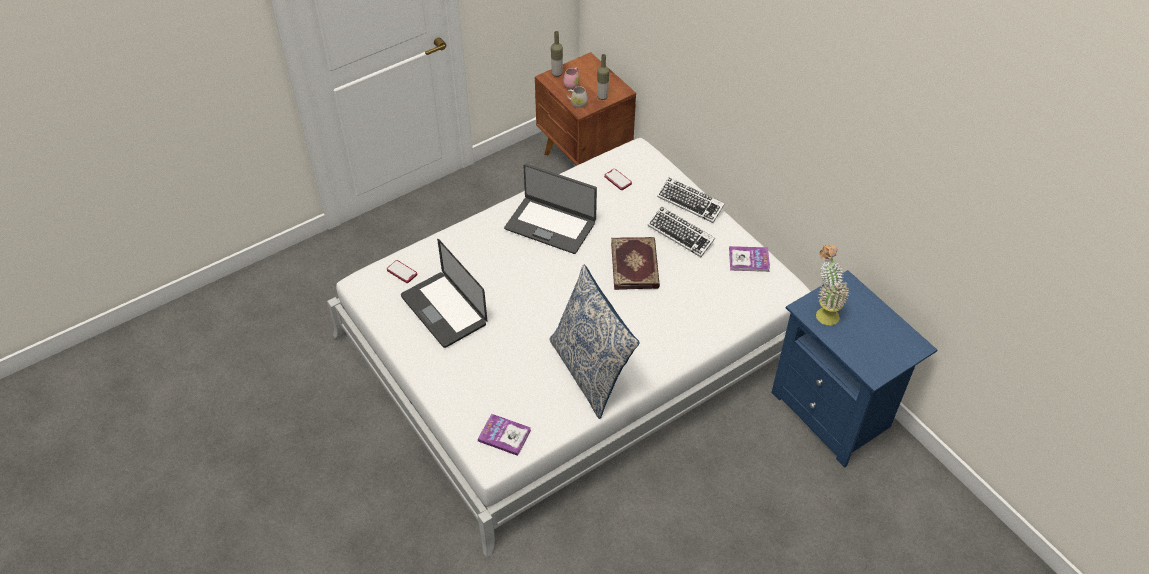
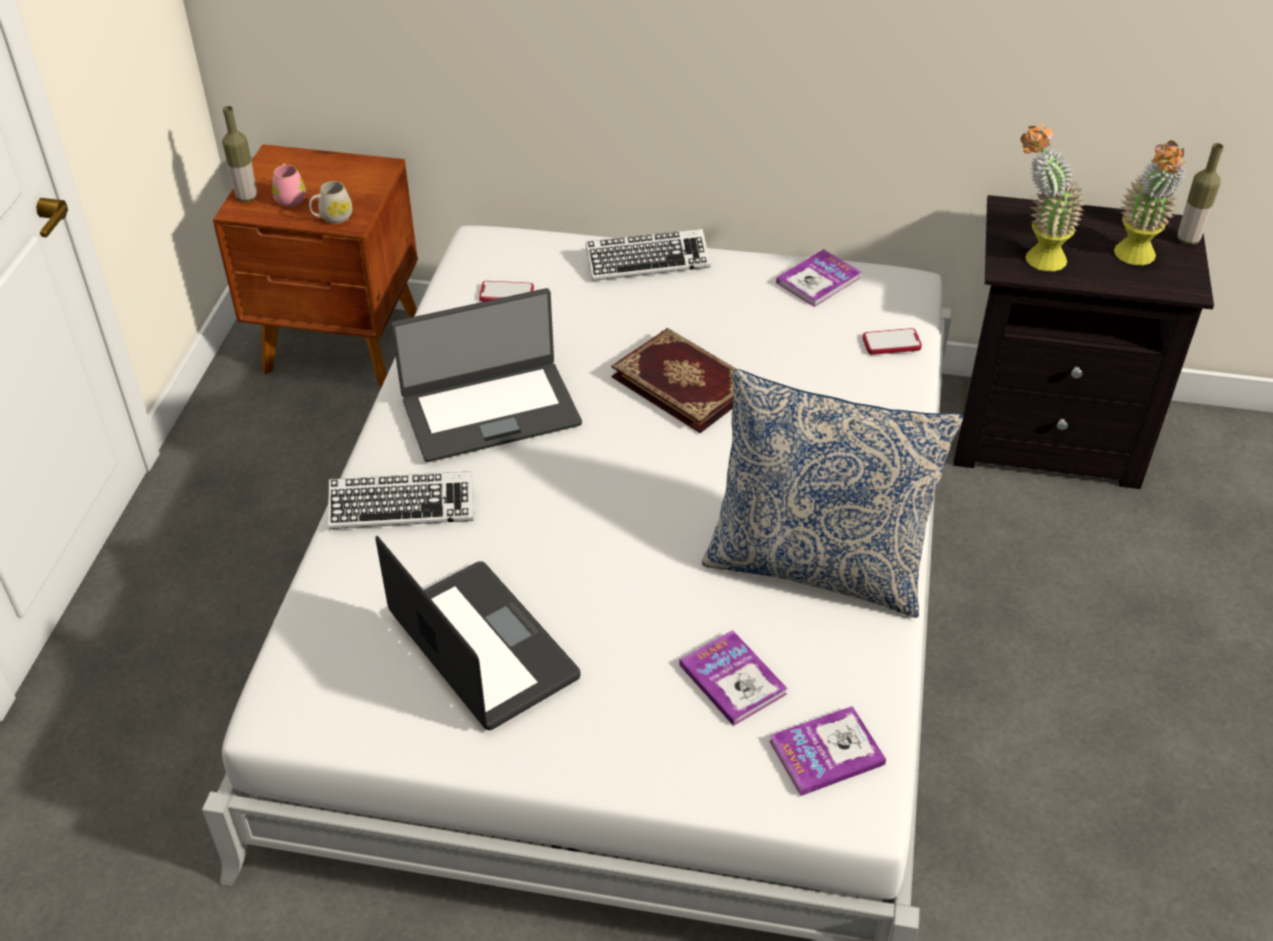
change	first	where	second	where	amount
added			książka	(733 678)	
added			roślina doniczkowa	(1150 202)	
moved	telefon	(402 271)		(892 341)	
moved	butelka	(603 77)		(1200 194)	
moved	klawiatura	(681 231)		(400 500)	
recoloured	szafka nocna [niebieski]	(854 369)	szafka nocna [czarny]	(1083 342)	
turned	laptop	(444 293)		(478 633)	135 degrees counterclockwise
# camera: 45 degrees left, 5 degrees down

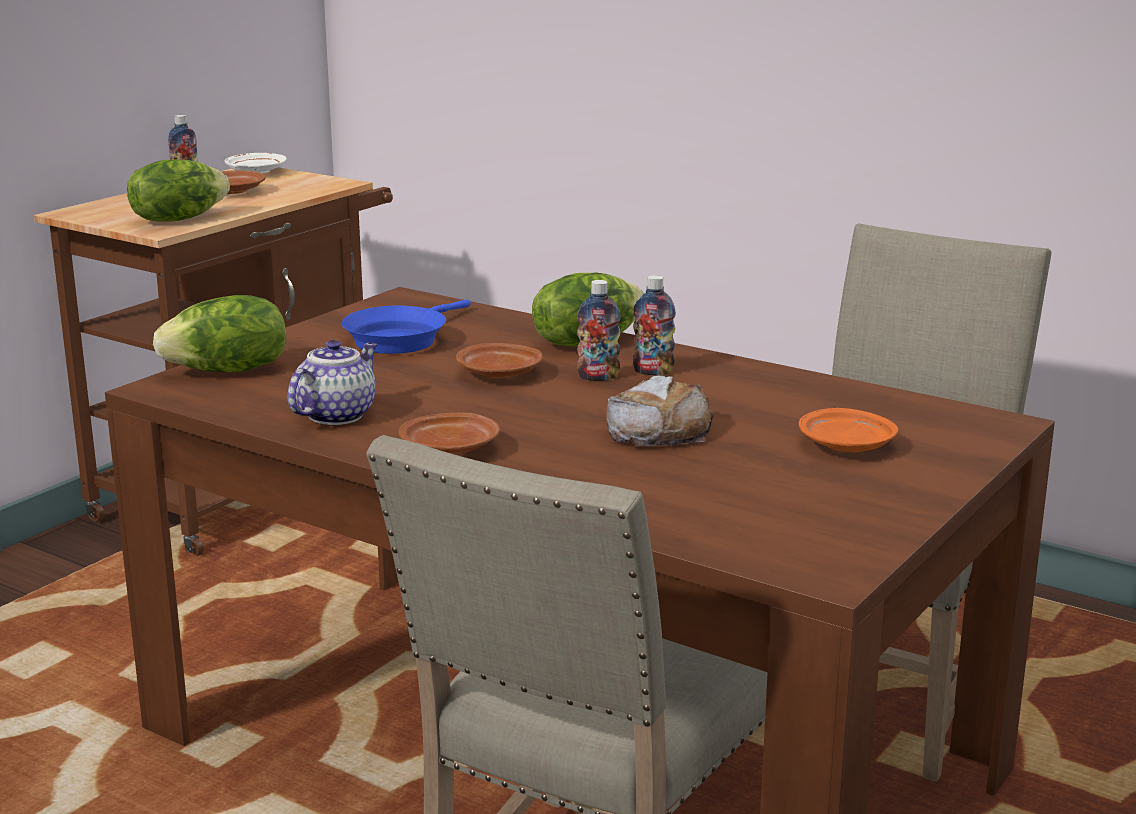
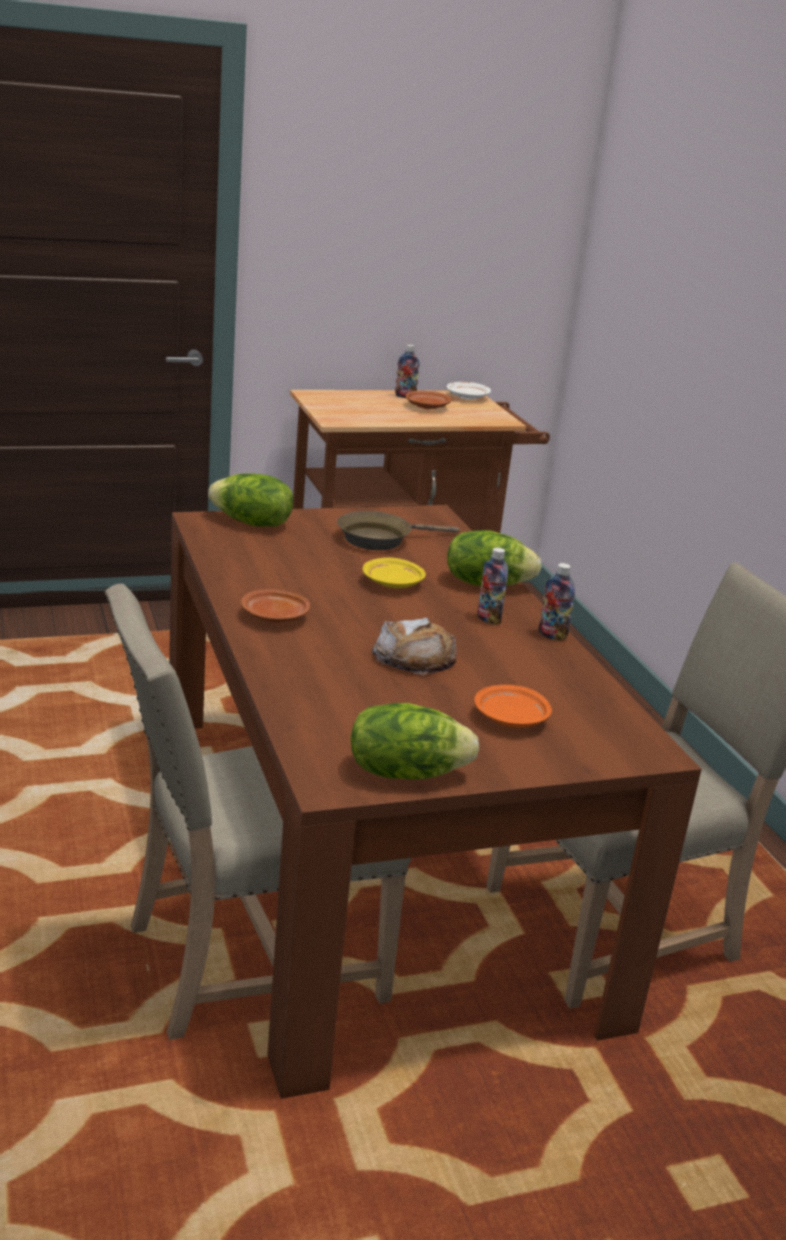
change	first	where	second	where	amount
removed	imbryk	(332 382)			
moved	sałata	(178 190)		(414 741)	
moved	butelka	(599 330)		(557 602)	
recoloured	patelnia [niebieski]	(406 326)	patelnia [brązowy]	(398 530)	
recoloured	talerz [brązowy]	(499 361)	talerz [żółty]	(394 573)	
# camera: 35 degrees right, 5 degrees up

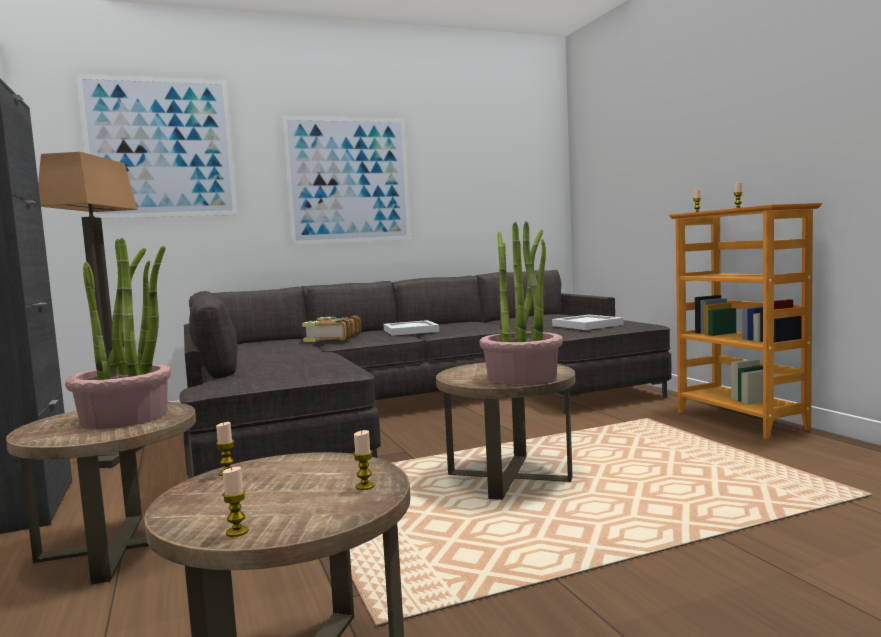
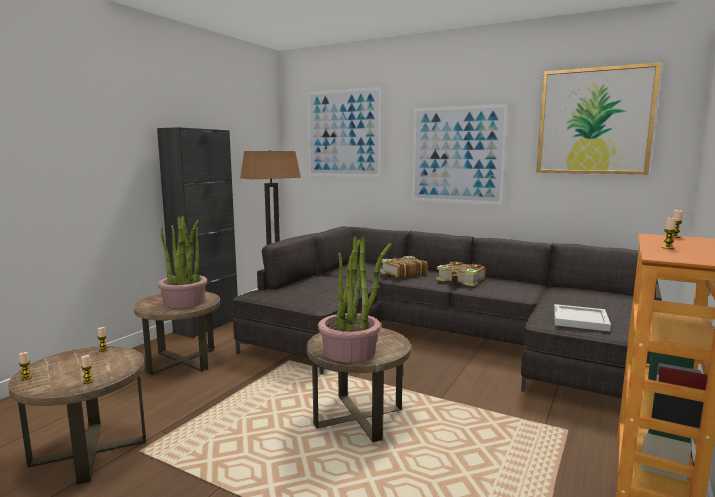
change	first	where	second	where	amount
added			obraz	(599 118)	
replaced	taca [biały]	(411 328)	książka	(461 273)	
# camera: 50 degrees right, 5 degrees up

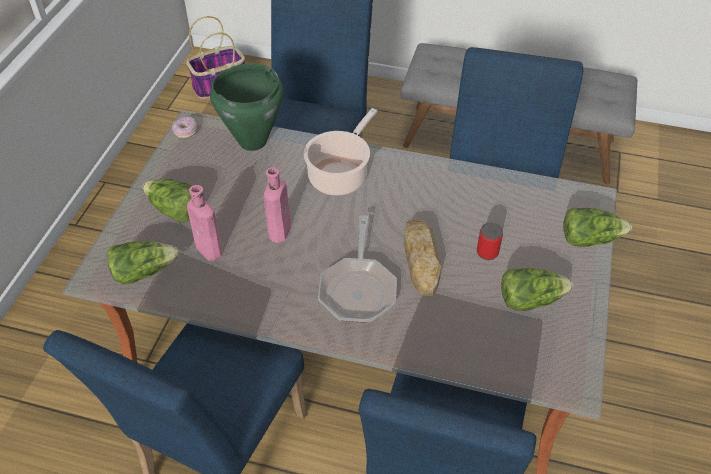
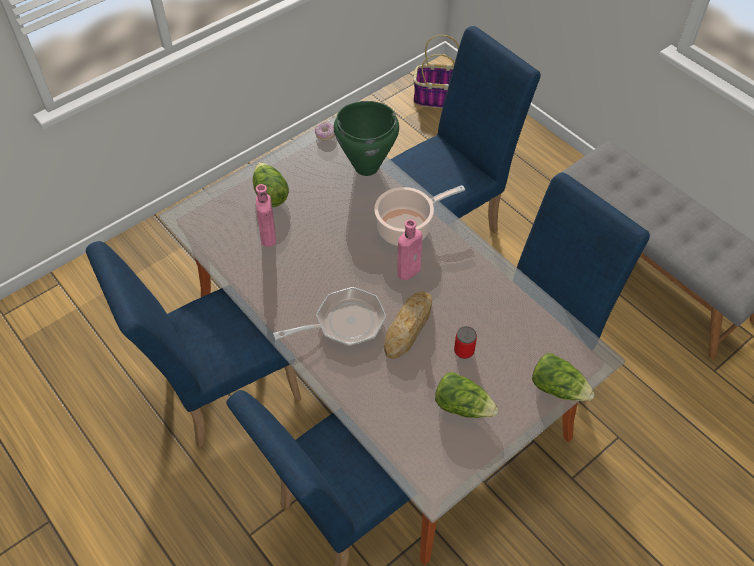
change	first	where	second	where	amount
removed	sałata	(143 262)			
moved	butelka [różowy]	(277 205)		(409 249)	
turned	patelnia	(357 268)		(329 316)	150 degrees counterclockwise
# camera: 35 degrees right, 5 degrees up

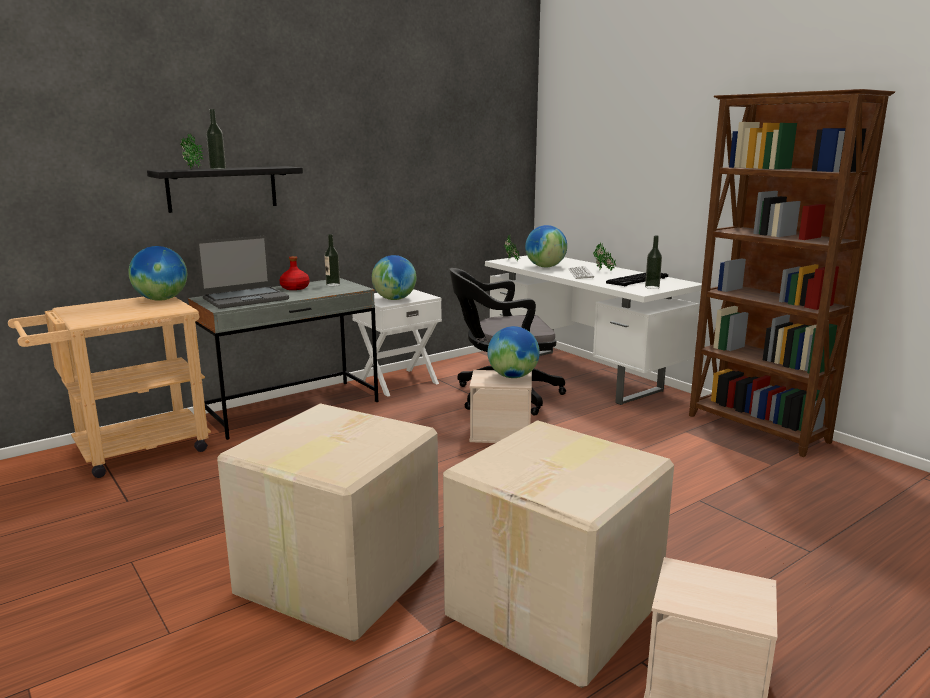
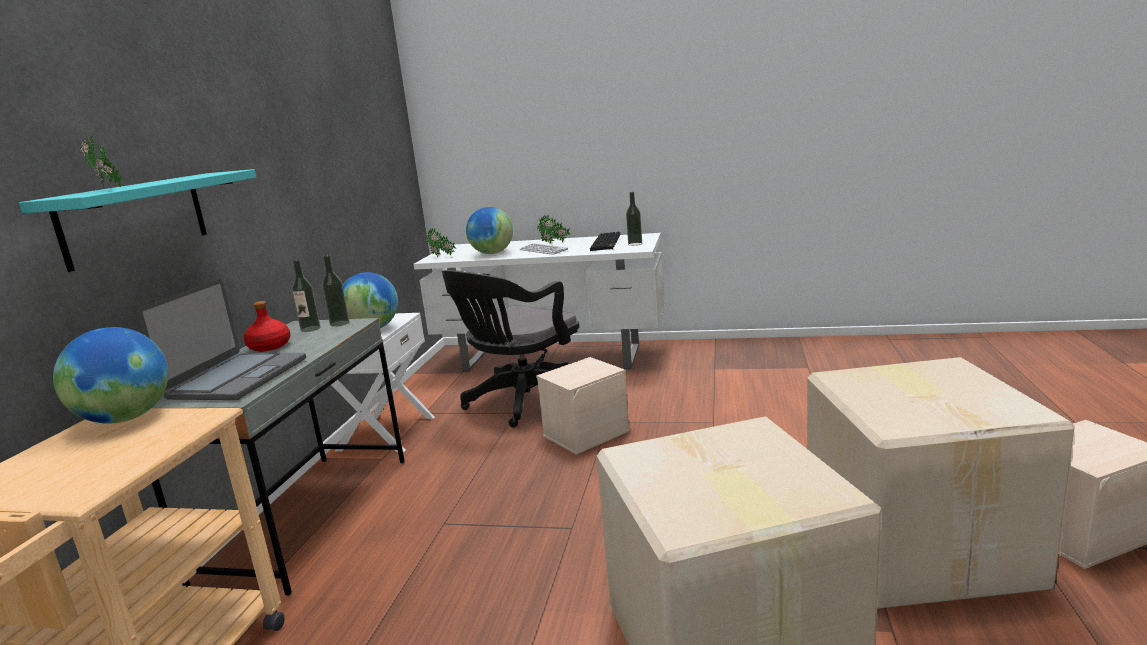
change	first	where	second	where	amount
removed	globus	(514 352)			
removed	regał [brązowy]	(792 273)			
moved	butelka	(216 139)		(335 291)	
recoloured	półka [czarny]	(225 189)	półka [turkusowy]	(137 220)	
# camera: 40 degrees left, 0 degrees up

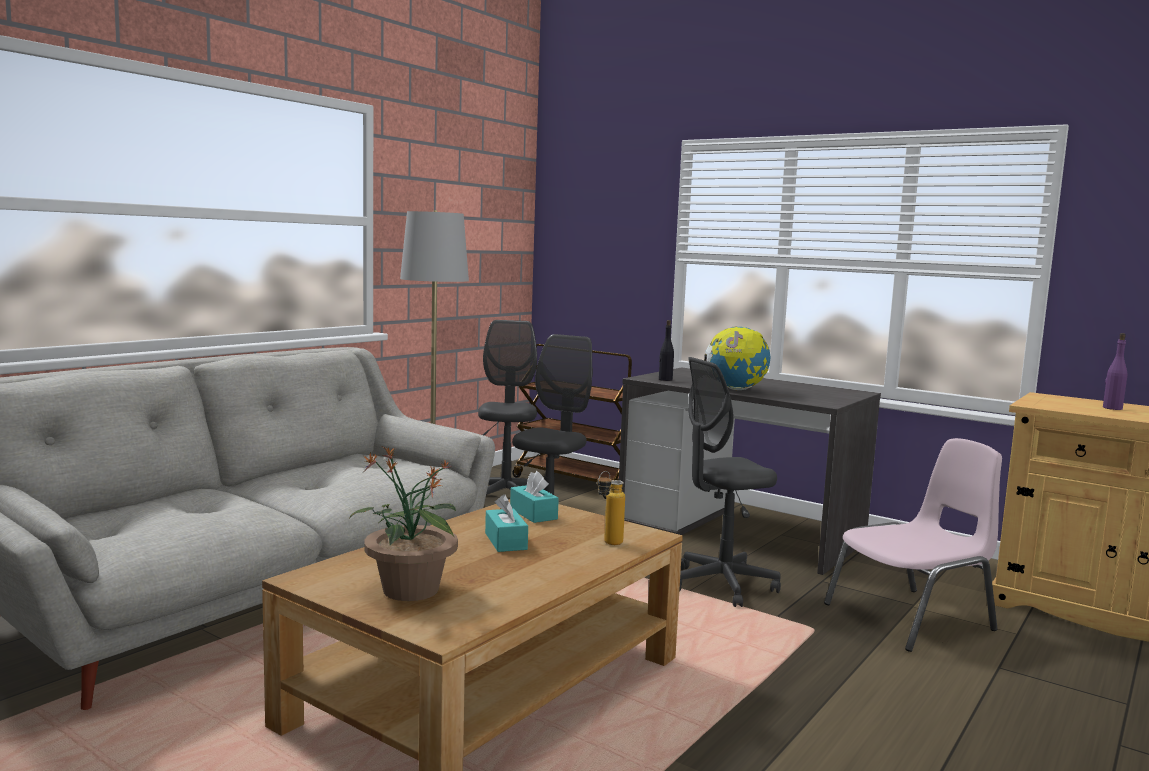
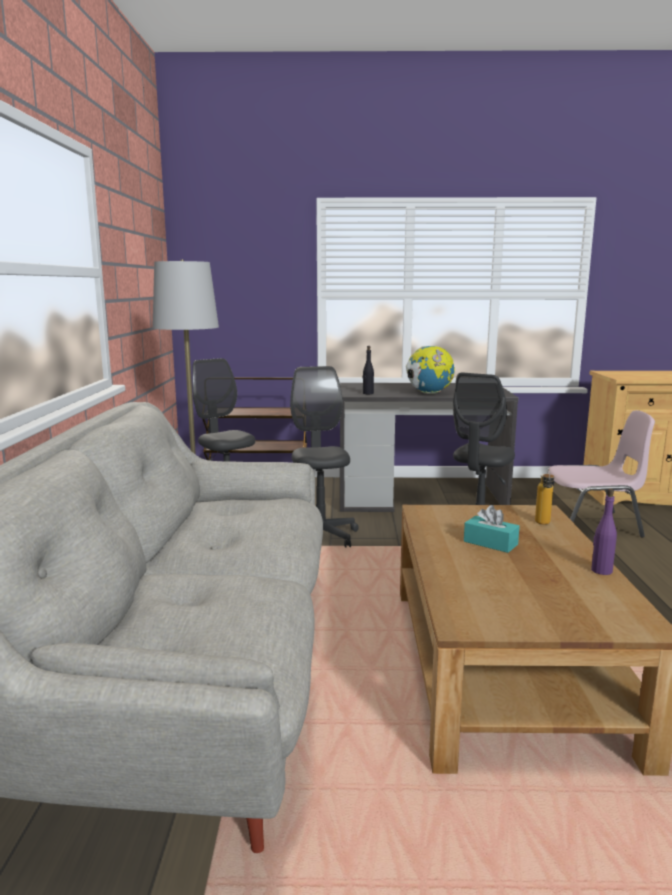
change	first	where	second	where	amount
removed	roślina doniczkowa	(403 524)			
removed	pudełko chusteczek [turkusowy]	(534 497)			
moved	butelka [fioletowy]	(1115 371)		(604 532)	
turned	krzesło [różowy]	(913 545)		(601 474)	60 degrees clockwise
# camera: 35 degrees left, 5 degrees up

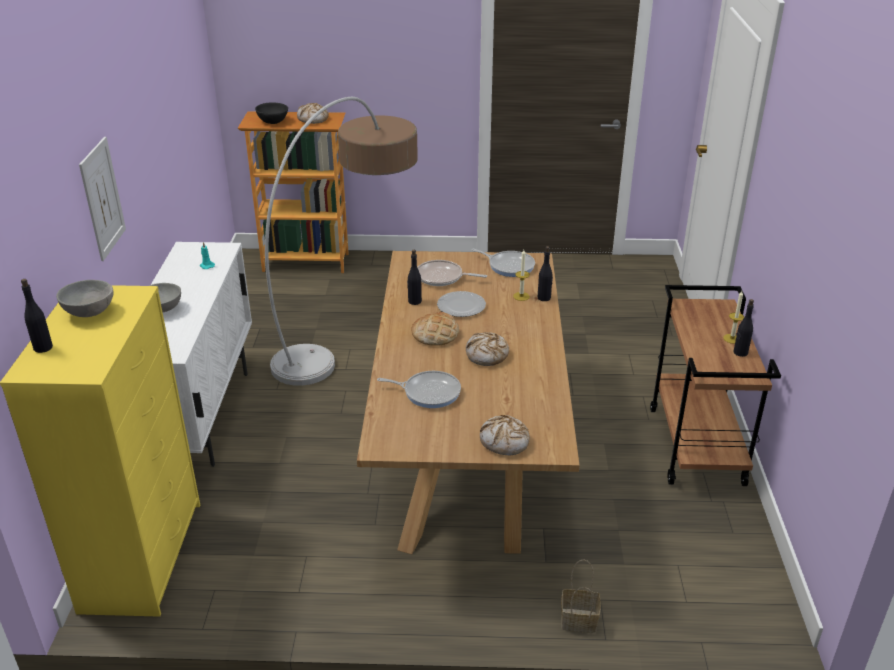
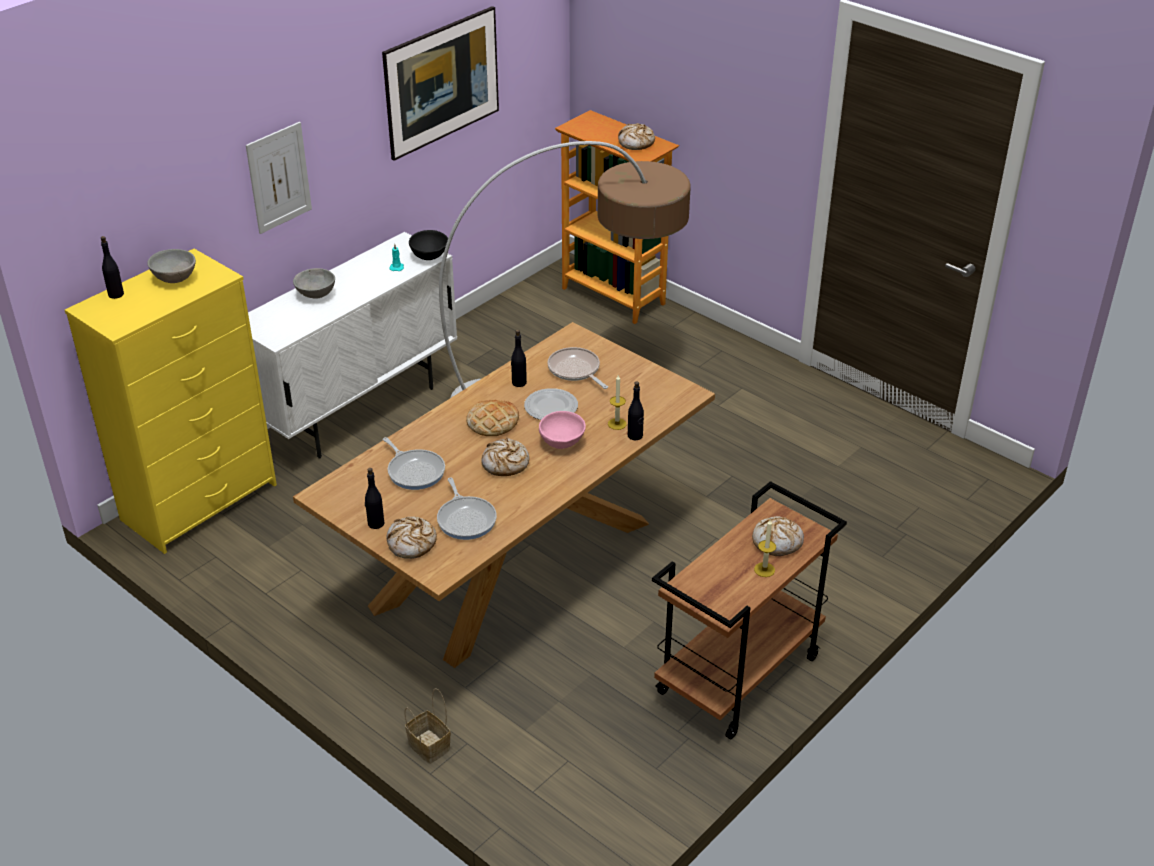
change	first	where	second	where	amount
added			obraz	(440 83)	
added			miska [różowy]	(562 430)	
added			chleb	(778 536)	
moved	miska [czarny]	(271 113)		(428 245)	
moved	patelnia	(503 263)		(467 508)	
moved	butelka [czarny]	(744 328)		(374 498)	
# camera: 40 degrees right, 5 degrees up

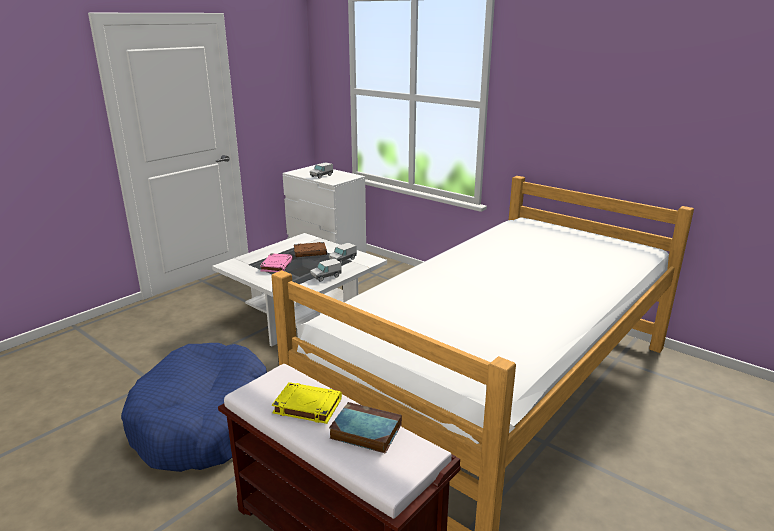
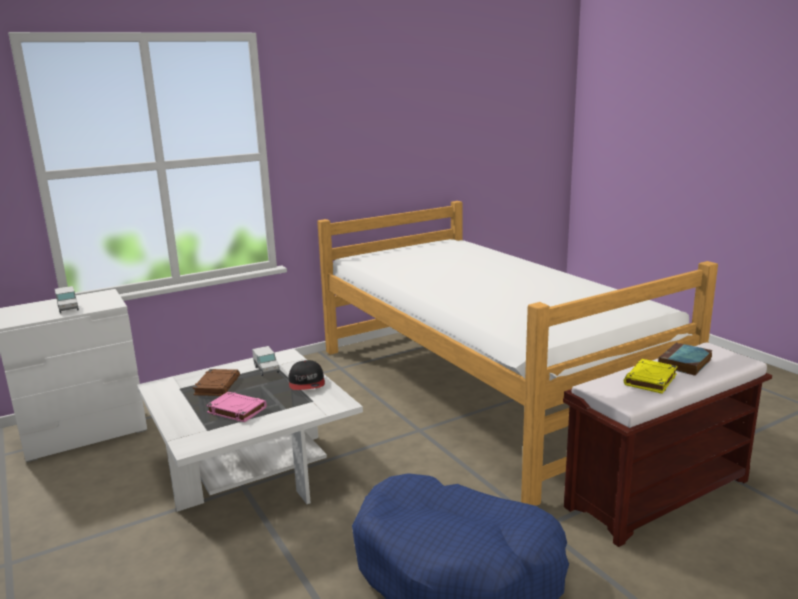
change	first	where	second	where	amount
replaced	ciężarówka zabawkowa	(326 270)	czapka z daszkiem	(307 375)	
# camera: 70 degrees left, 5 degrees down

